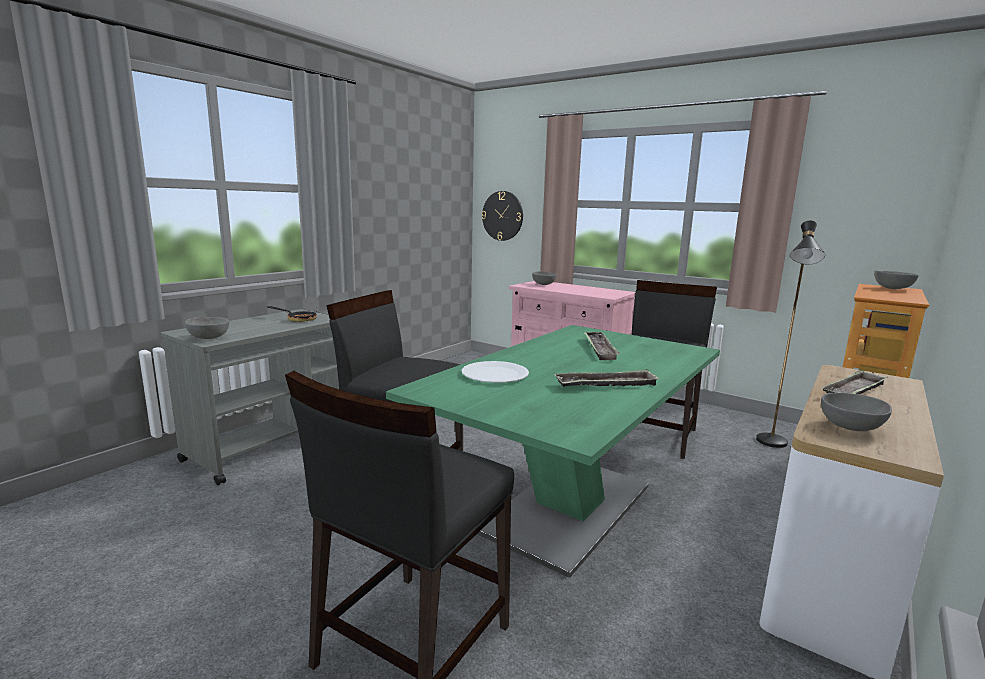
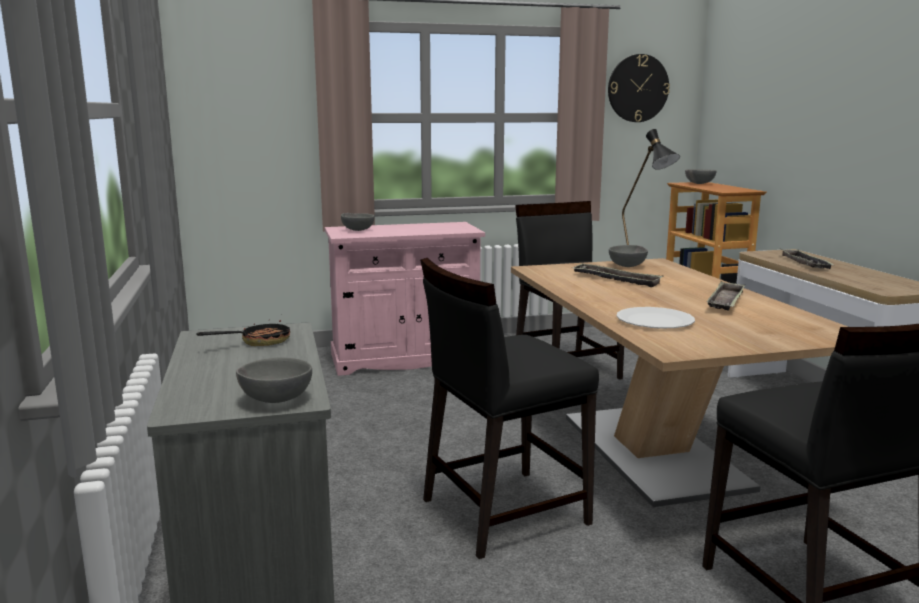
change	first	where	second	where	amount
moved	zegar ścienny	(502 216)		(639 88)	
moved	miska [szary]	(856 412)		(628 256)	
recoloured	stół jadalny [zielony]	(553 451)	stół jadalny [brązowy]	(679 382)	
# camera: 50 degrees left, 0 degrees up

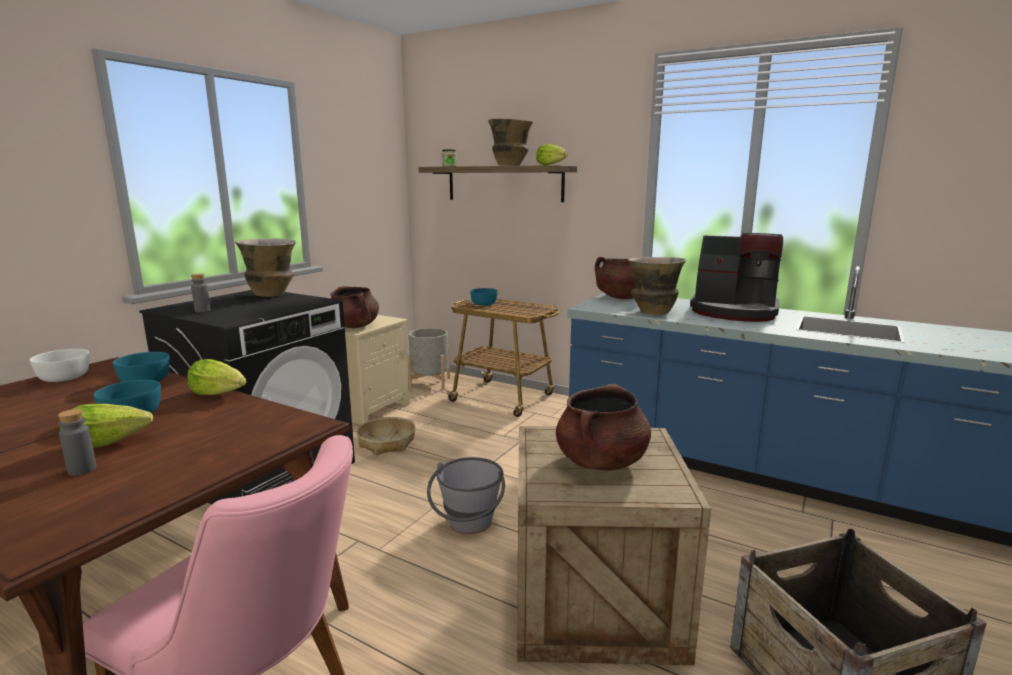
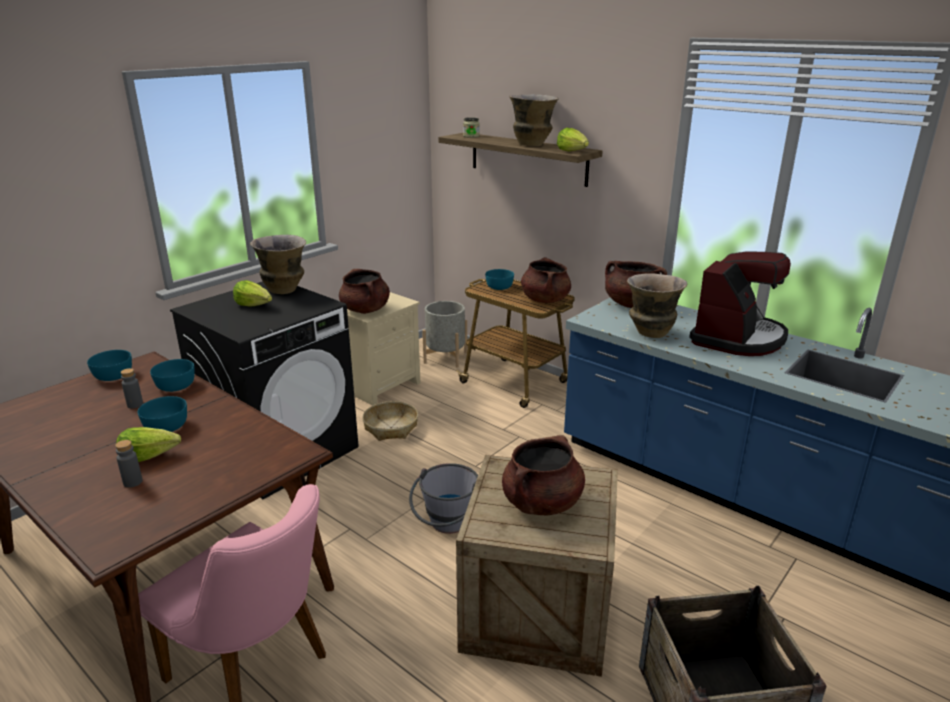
change	first	where	second	where	amount
added			garnek [brązowy]	(546 280)	
moved	sałata	(216 377)		(252 293)	
moved	butelka [szary]	(201 293)		(131 388)	
recoloured	miska [biały]	(59 365)	miska [turkusowy]	(109 365)	
turned	ekspres do kawy	(736 277)		(740 303)	90 degrees counterclockwise
# camera: 10 degrees right, 10 degrees up

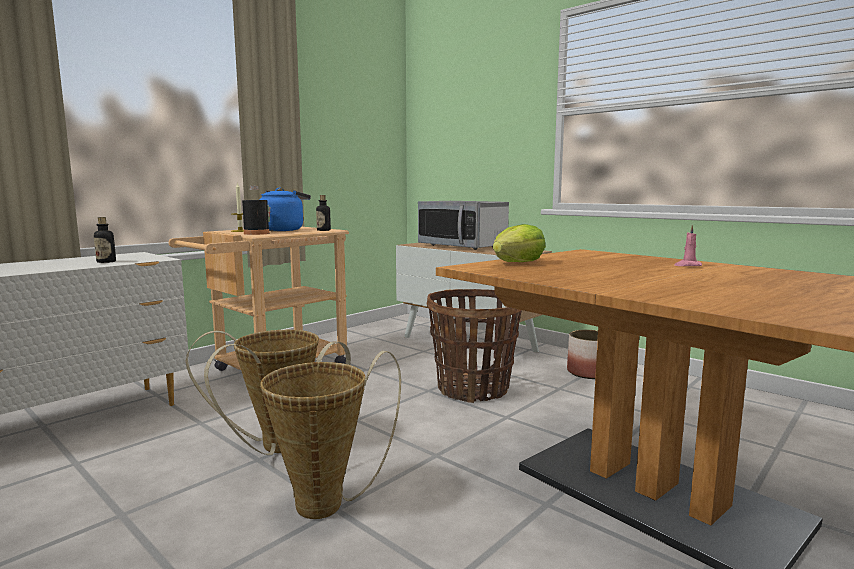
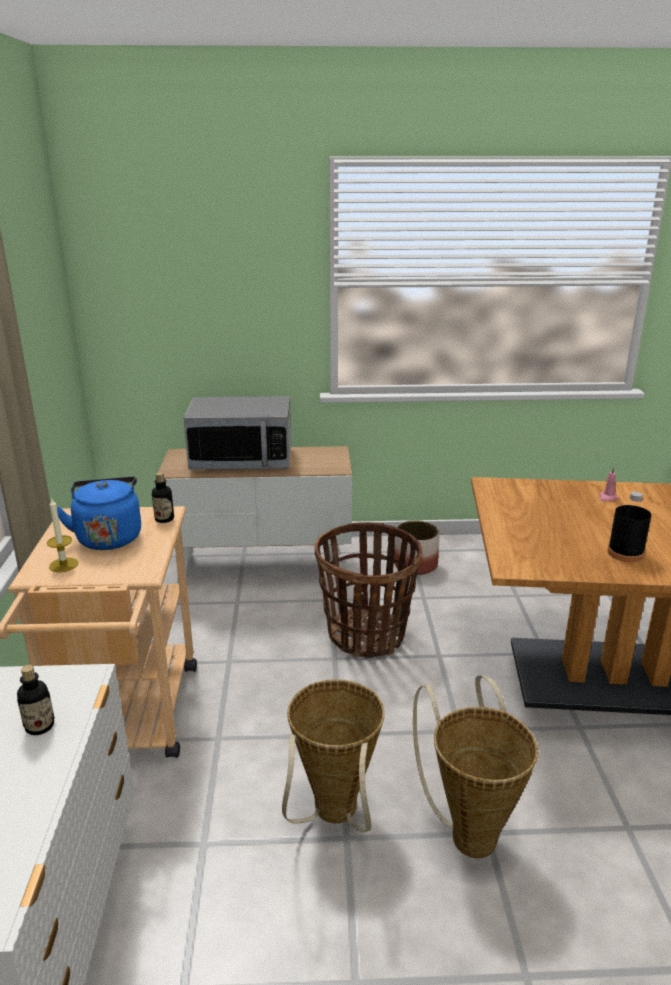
change	first	where	second	where	amount
removed	sałata	(519 243)			
moved	butelka [czarny]	(256 210)		(629 527)	
# camera: 45 degrees left, 15 degrees up

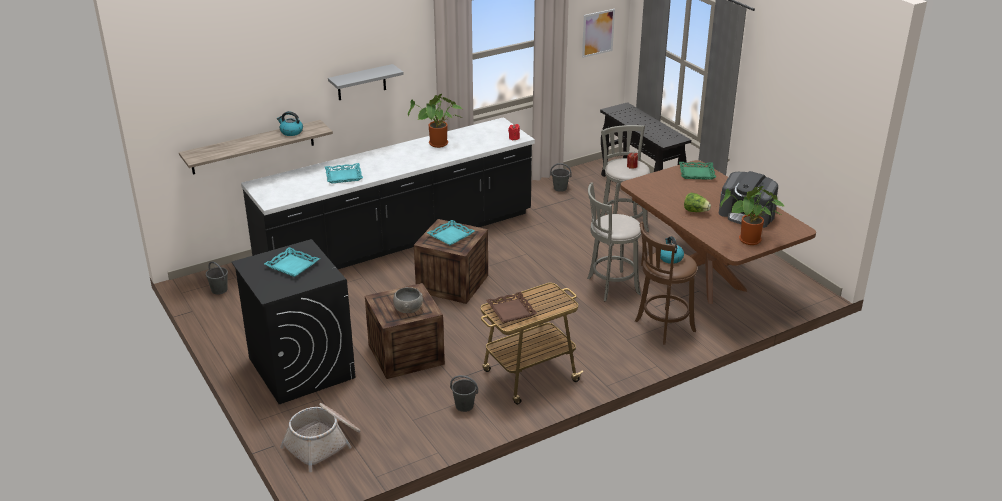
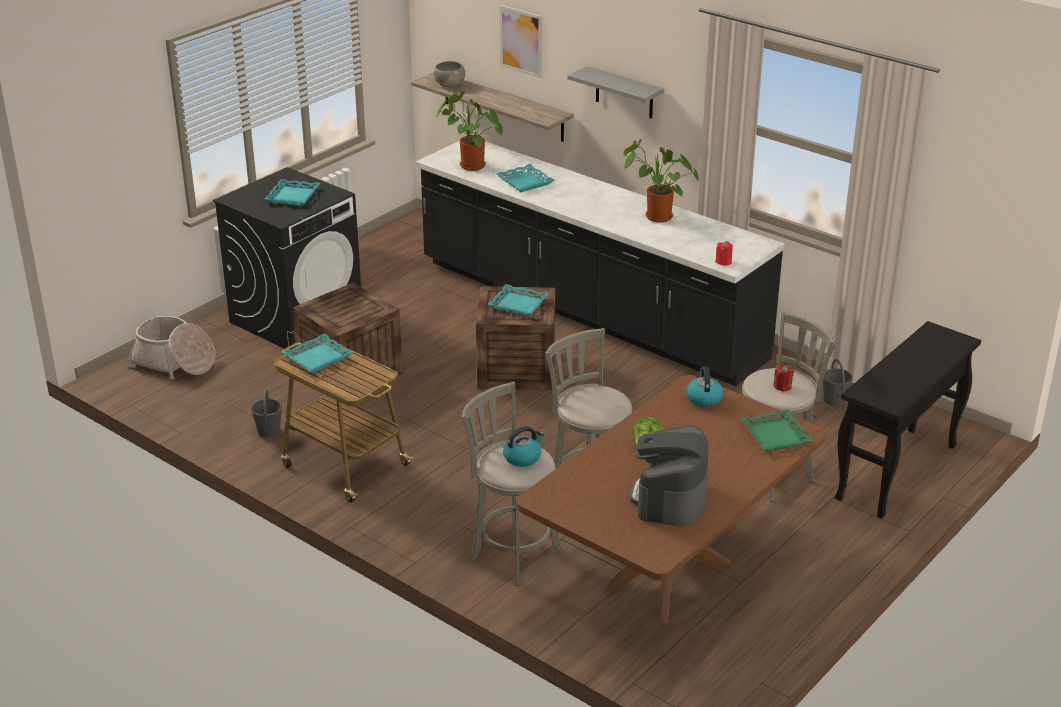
change	first	where	second	where	amount
removed	wiadro [szary]	(217 278)			
moved	czajnik	(290 123)		(704 387)	
moved	miska [szary]	(408 300)		(449 74)	
moved	obraz	(598 33)		(521 41)	
moved	roślina doniczkowa	(752 215)		(470 131)	
recoloured	taca [brązowy]	(511 307)	taca [turkusowy]	(318 353)	
recoloured	stołek [brązowy]	(666 283)	stołek [szary]	(512 484)	
# camera: 70 degrees right, 0 degrees up

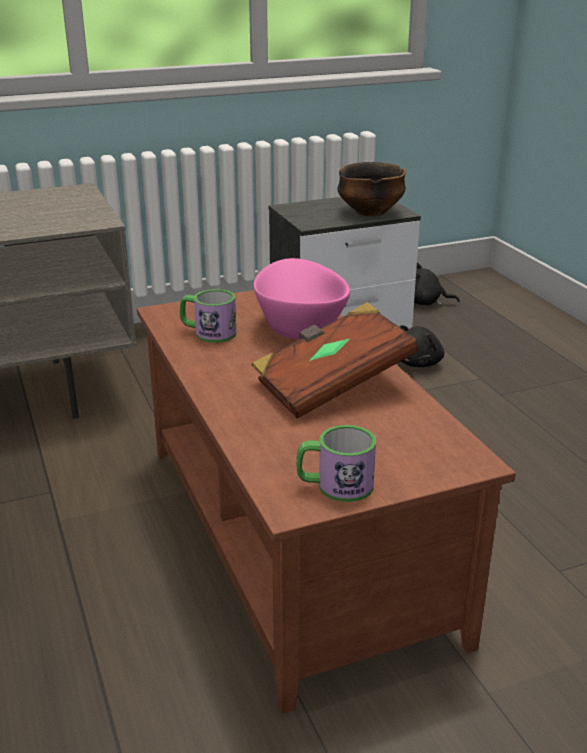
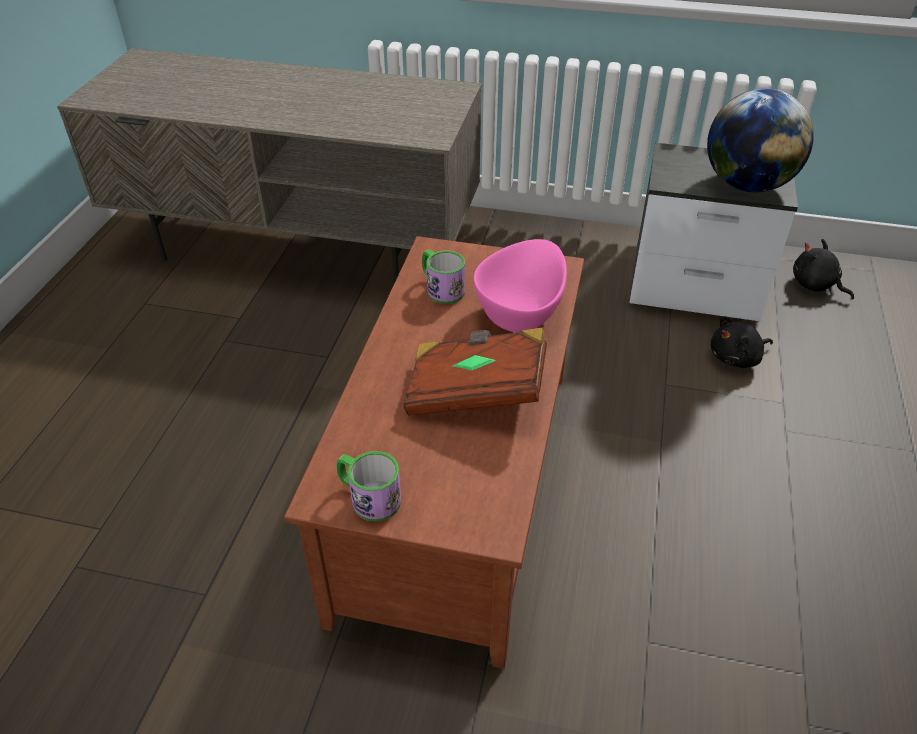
change	first	where	second	where	amount
replaced	miska	(371 189)	globus	(760 140)	
# camera: 35 degrees right, 15 degrees up

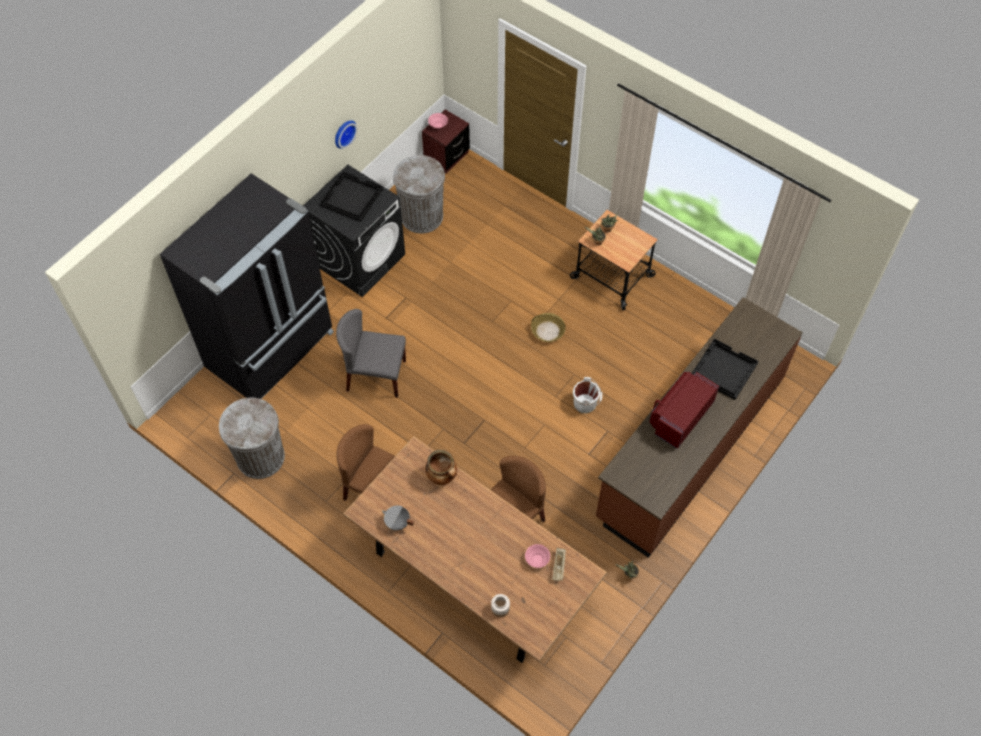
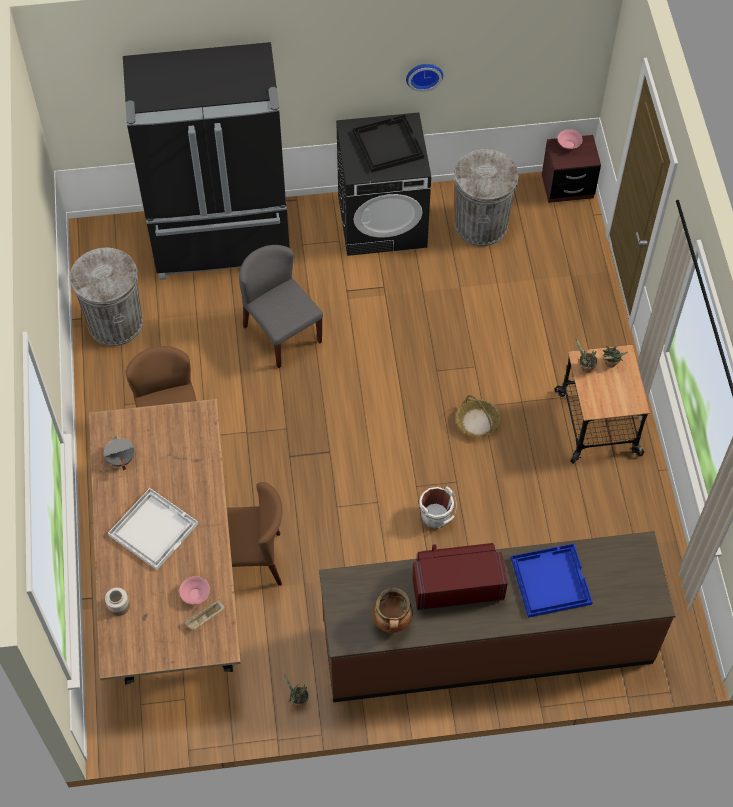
change	first	where	second	where	amount
added			taca [biały]	(153 529)	
moved	garnek	(441 467)		(392 610)	
recoloured	taca [czarny]	(725 369)	taca [niebieski]	(552 580)	
# camera: 45 degrees right, 0 degrees up

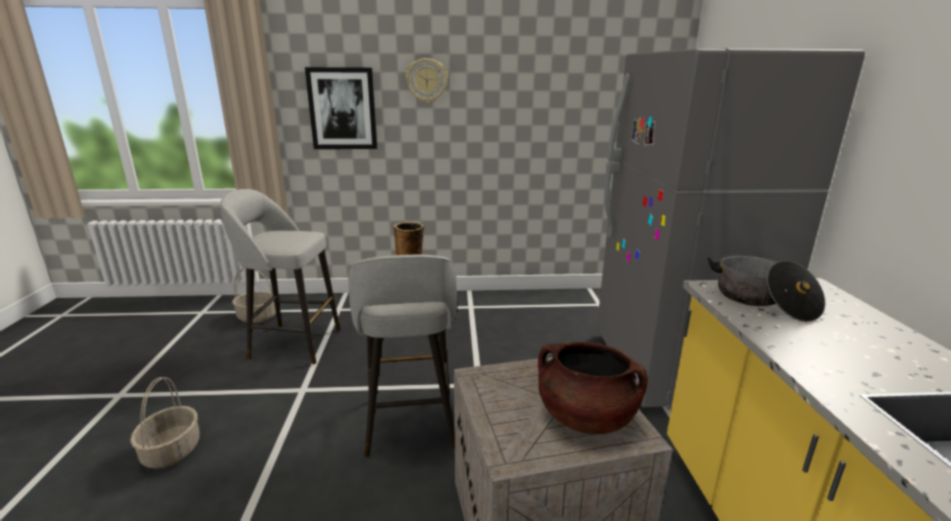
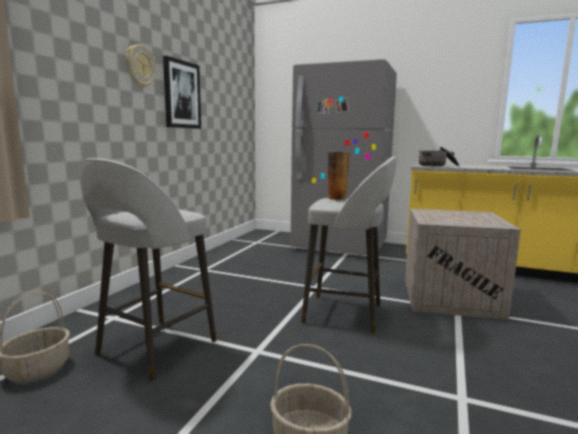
change	first	where	second	where	amount
removed	garnek [brązowy]	(593 388)			
moved	obraz	(341 108)		(182 92)	
# camera: 65 degrees left, 10 degrees down

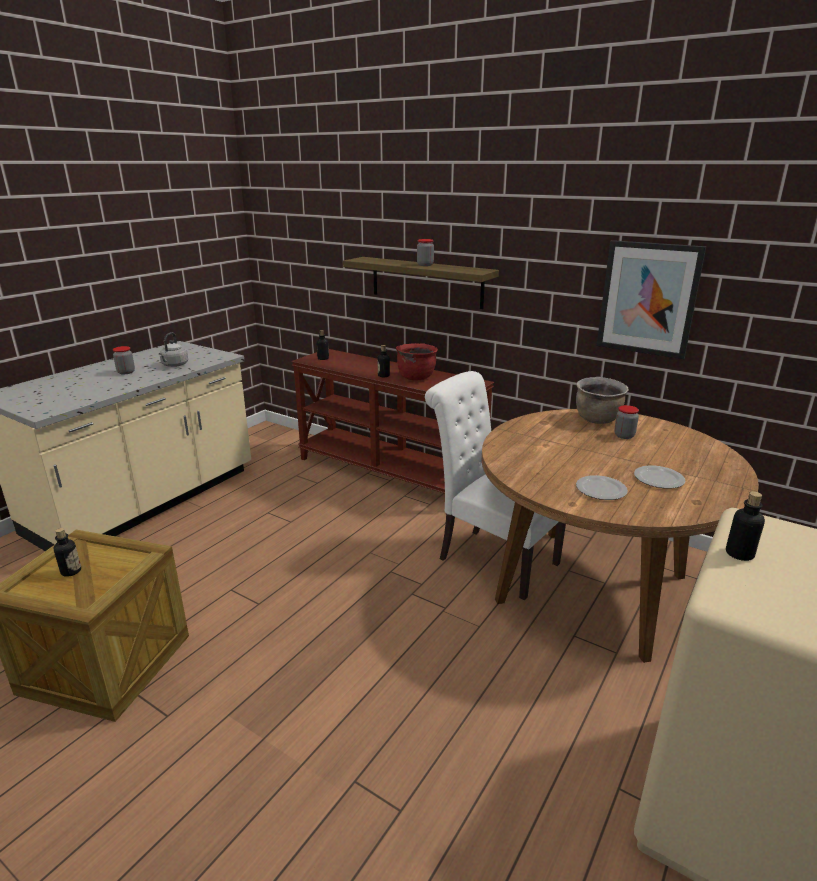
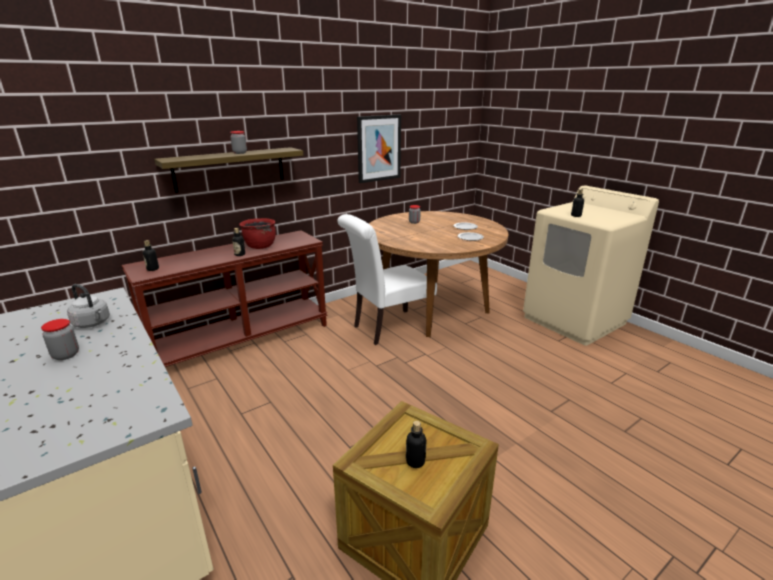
change	first	where	second	where	amount
removed	garnek [brązowy]	(602 400)			
# camera: 70 degrees left, 0 degrees up

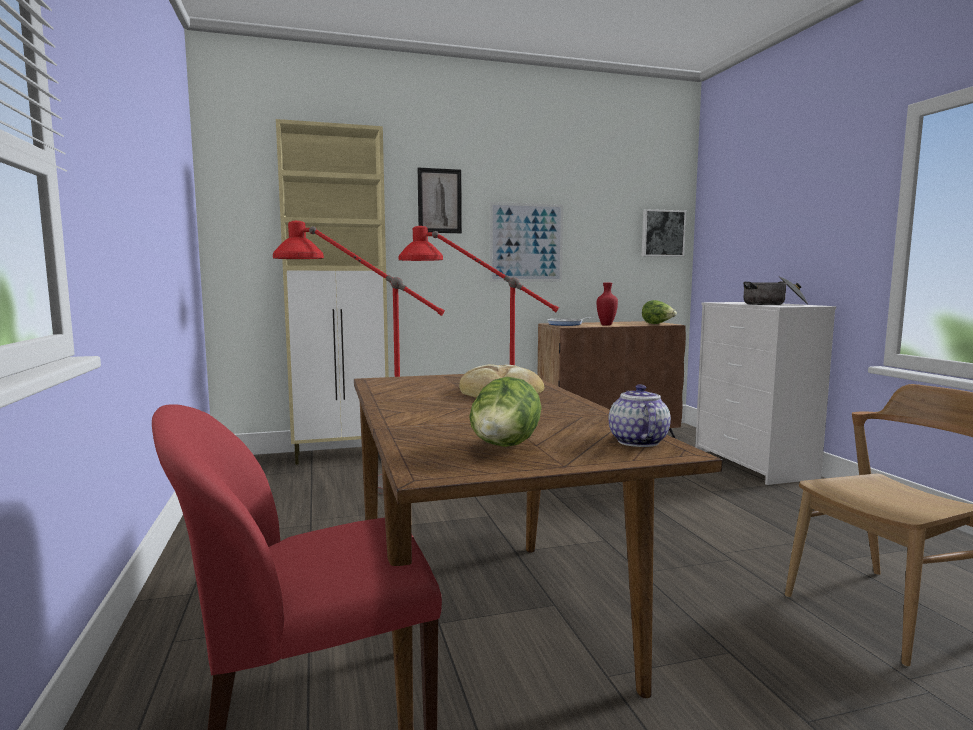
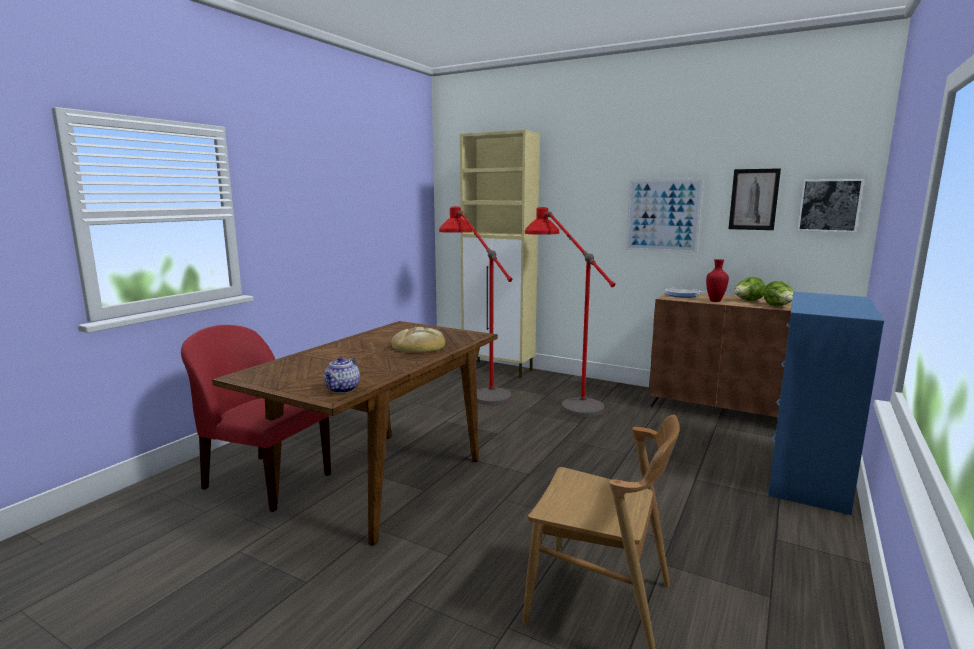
change	first	where	second	where	amount
removed	garnek	(775 290)			
moved	obraz	(440 200)		(755 199)	
moved	sałata	(505 412)		(750 289)	
recoloured	komoda [biały]	(765 393)	komoda [niebieski]	(826 403)	
turned	imbryk	(640 415)		(342 375)	150 degrees clockwise
# camera: 45 degrees right, 5 degrees up

